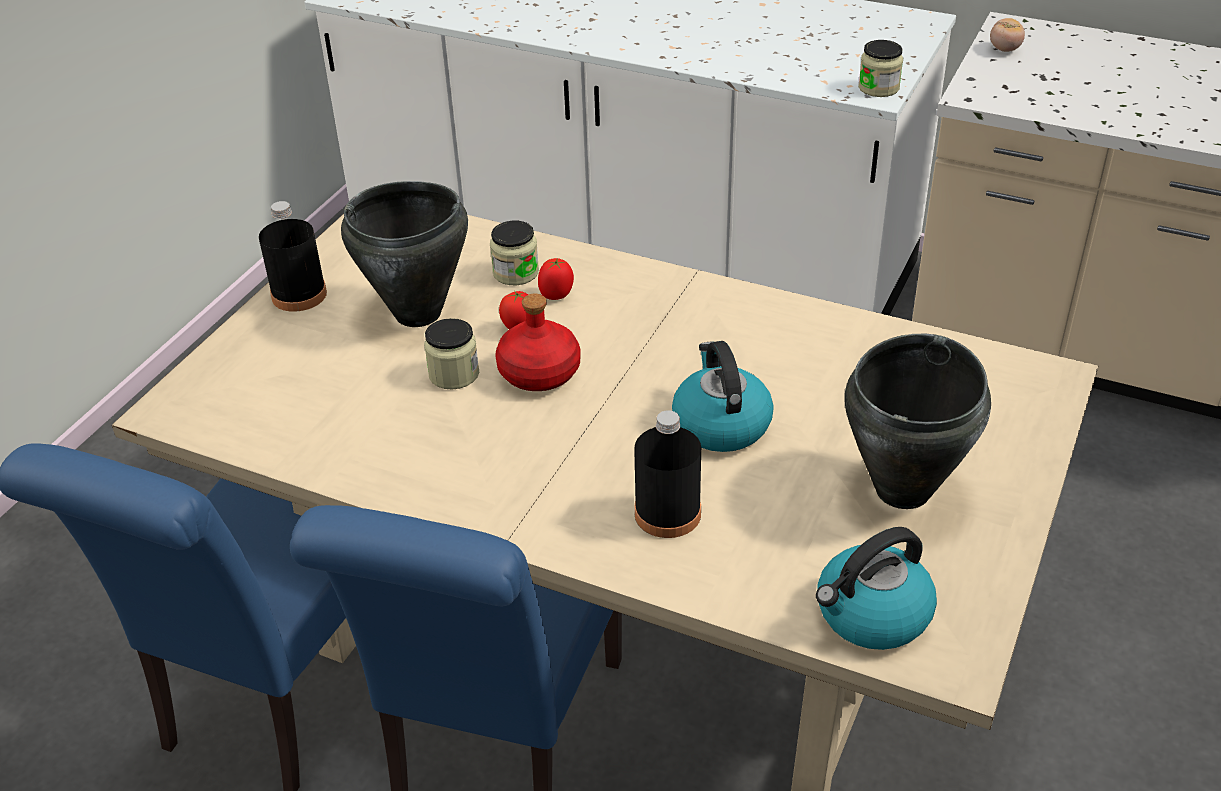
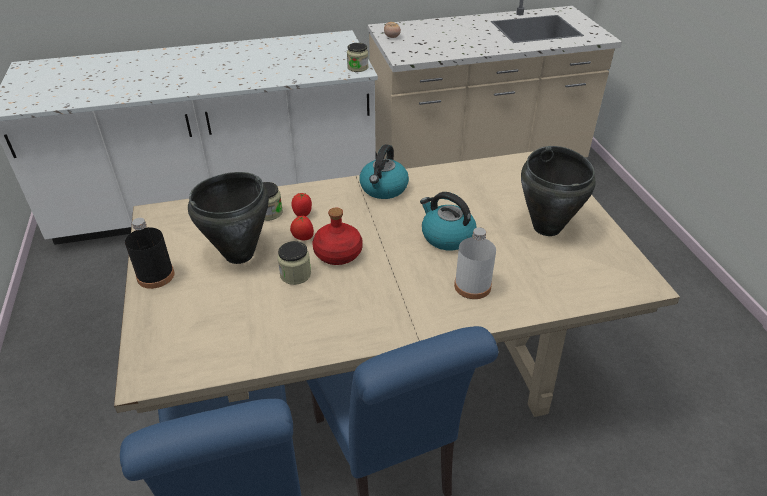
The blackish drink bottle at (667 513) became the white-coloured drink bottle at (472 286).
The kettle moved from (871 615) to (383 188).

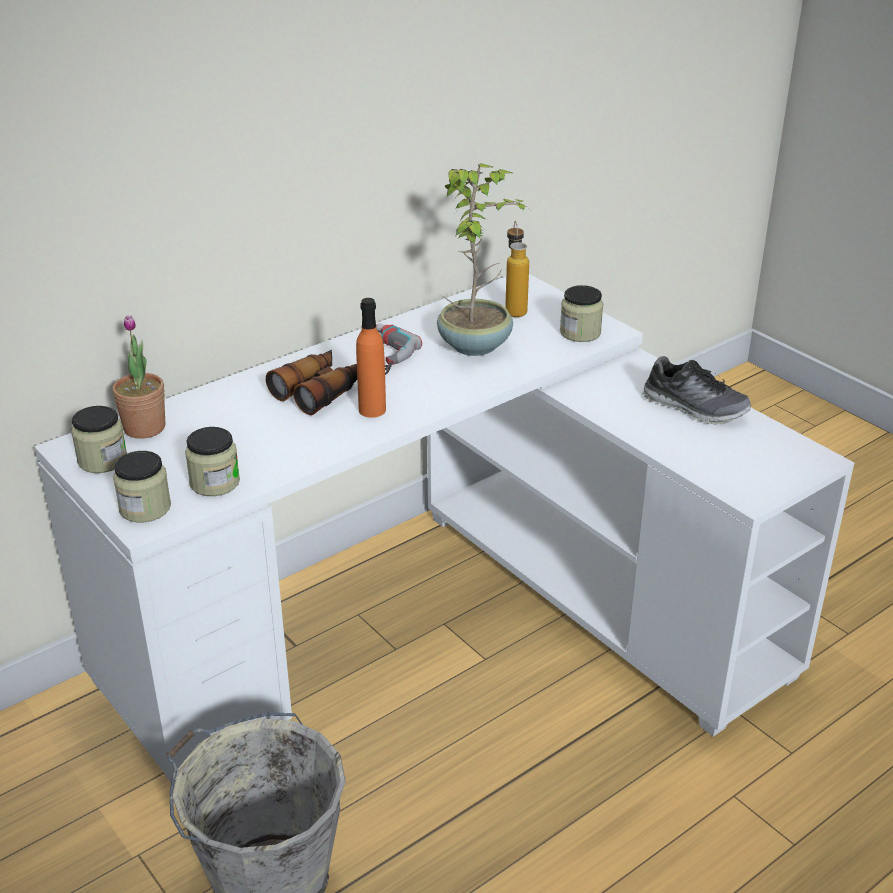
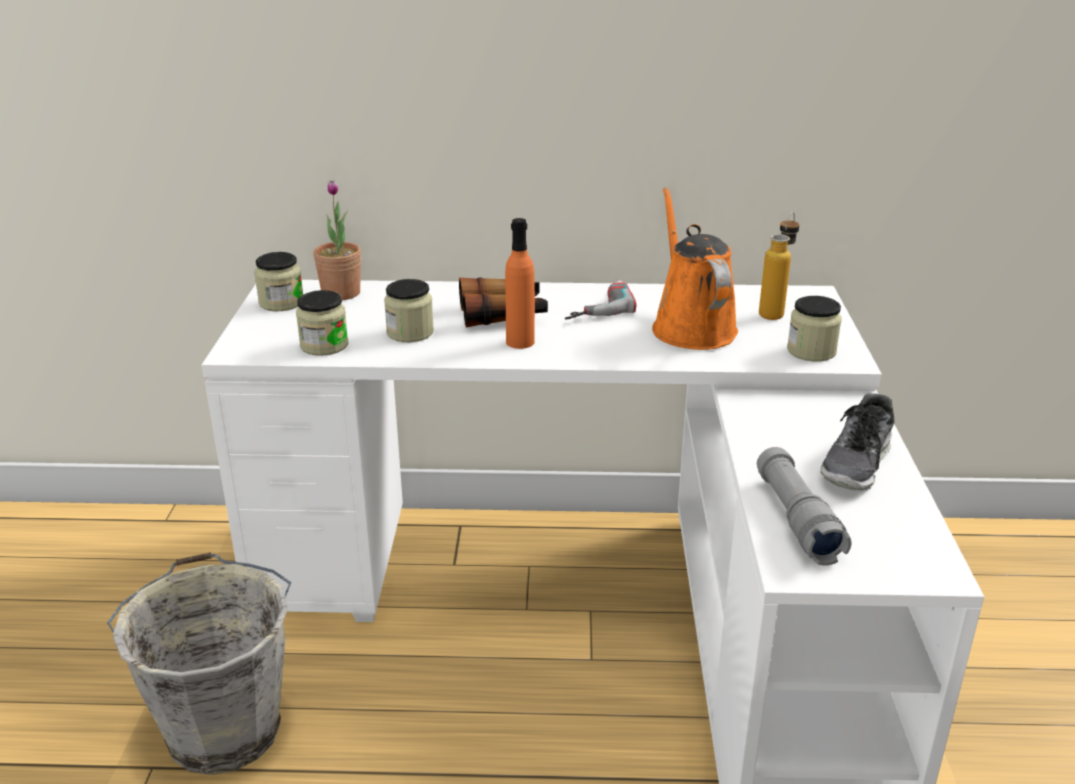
The potted plant at (476 345) was replaced by the orangey sprinkling can at (691 327).
The shoe at (694 407) turned 45 degrees clockwise.
The jar moved from (145 508) to (410 333).
The grey flashlight at (796 519) appeared.

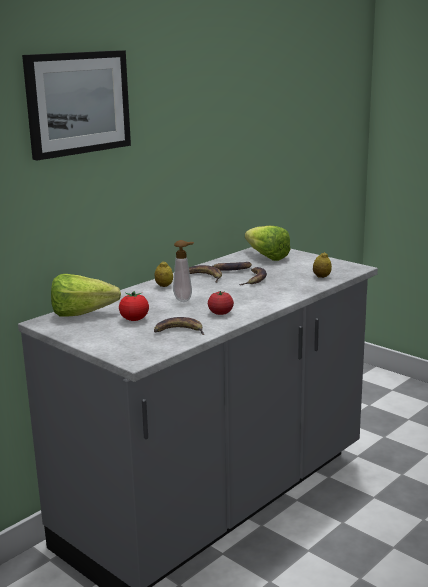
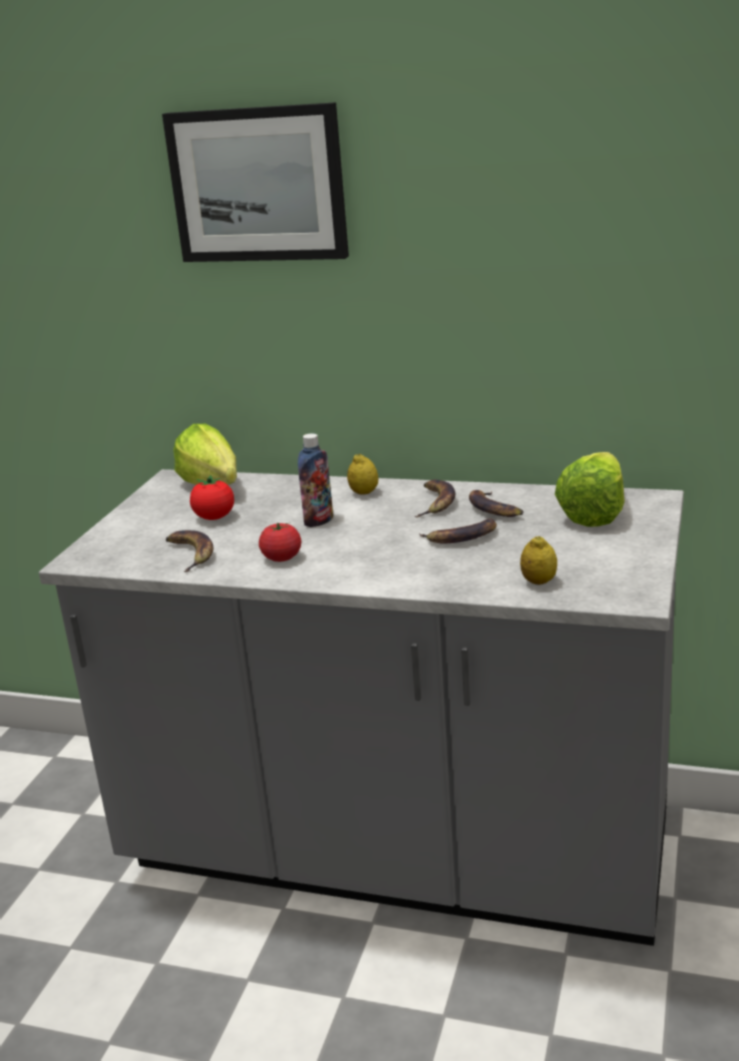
The liquid soap bottle at (184 299) was replaced by the drink bottle at (319 521).

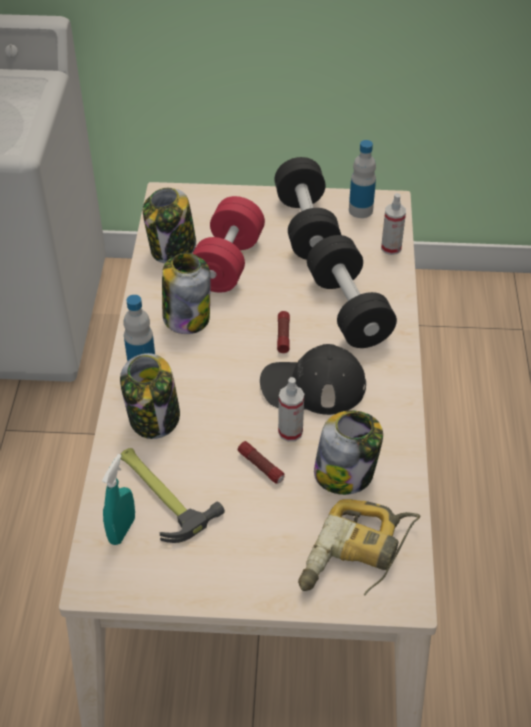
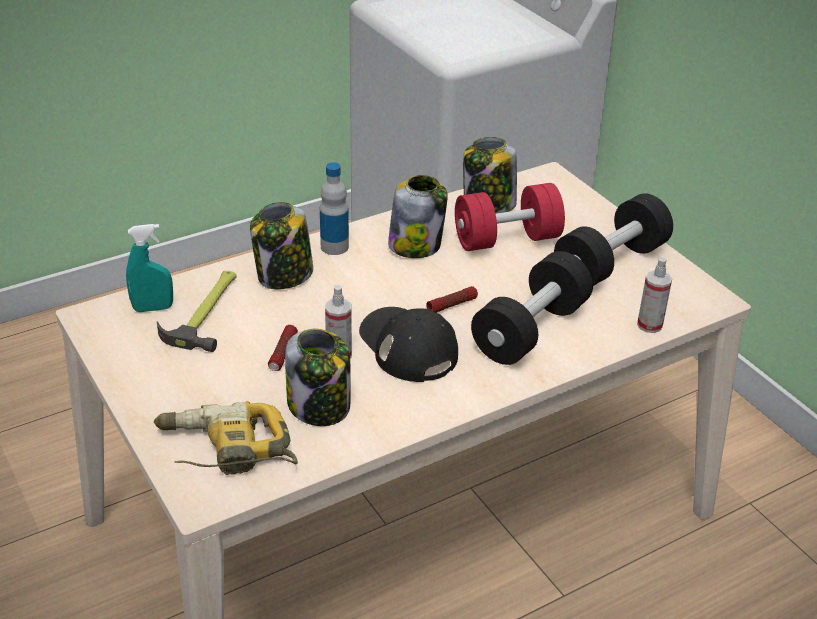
The drink bottle at (360 210) disappeared.

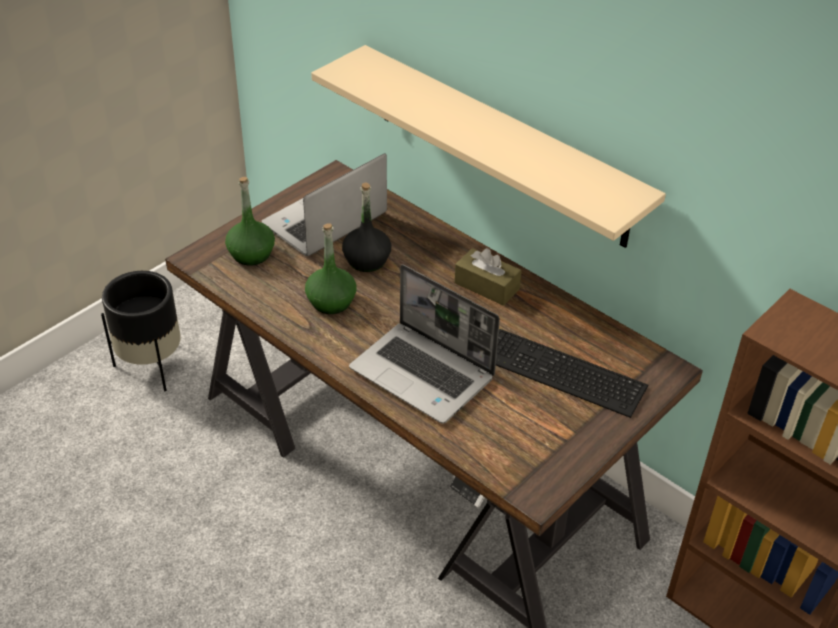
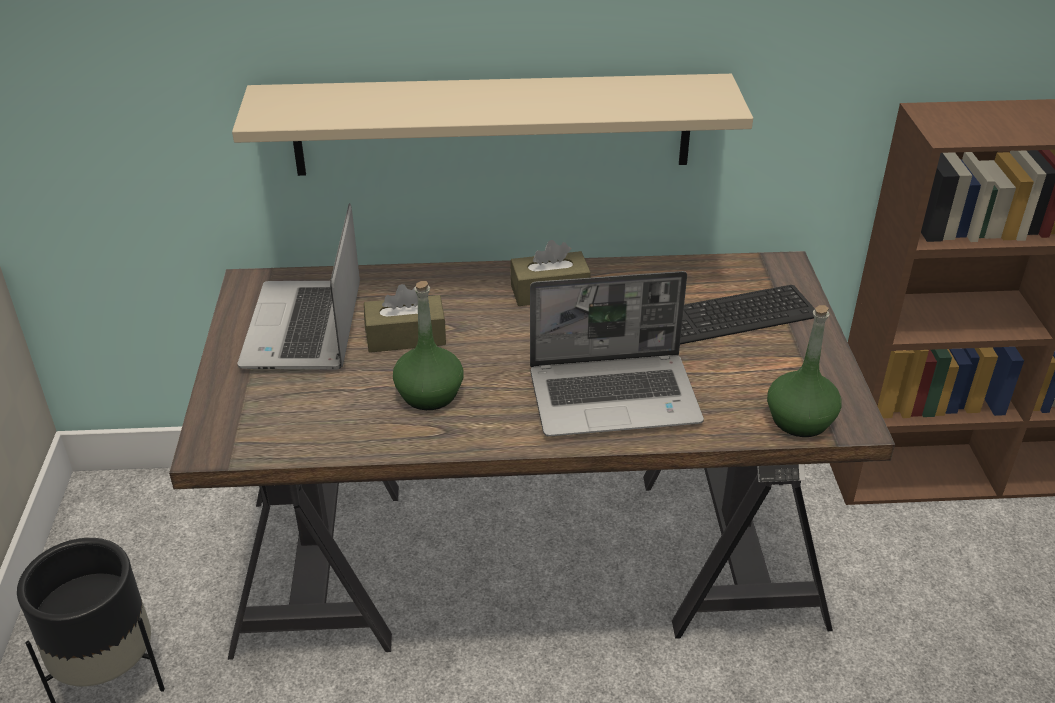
The green-coloured drink bottle moved from (251 254) to (800 420).
The blackish drink bottle at (367 260) was replaced by the brown-coloured tissue box at (406 337).

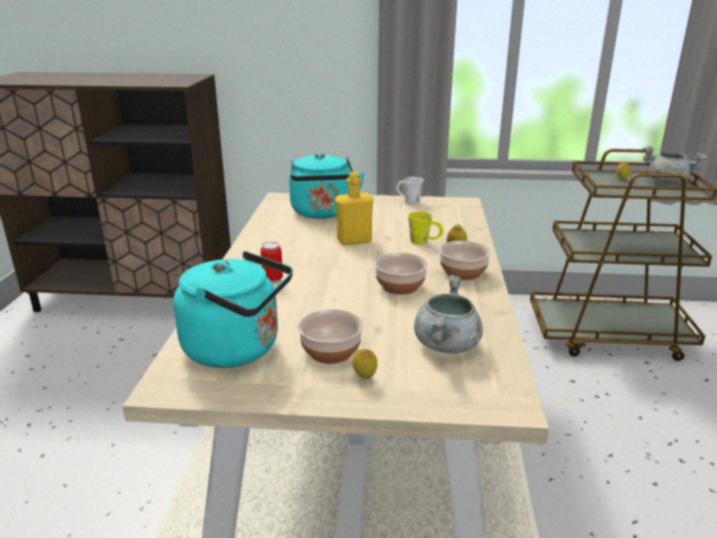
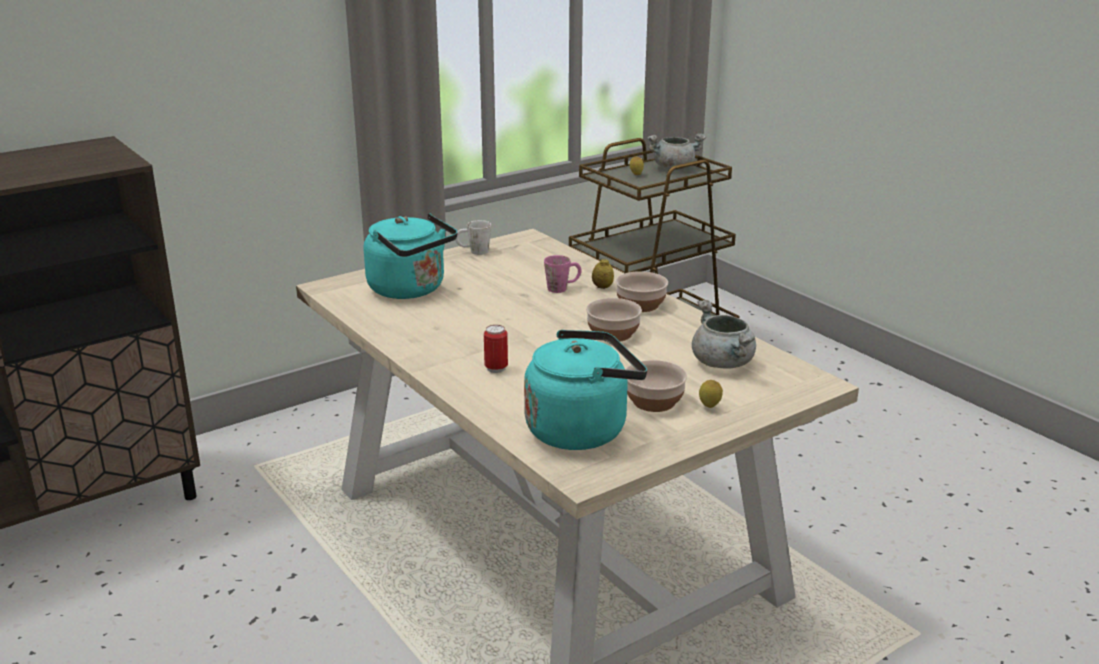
The yellow-coloured drink bottle at (354 241) disappeared.
The yellow-coloured tea mug at (424 242) became the pink-coloured tea mug at (563 288).

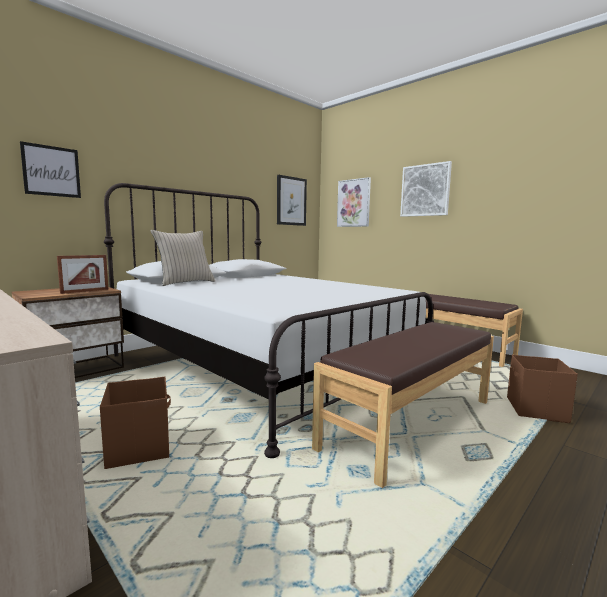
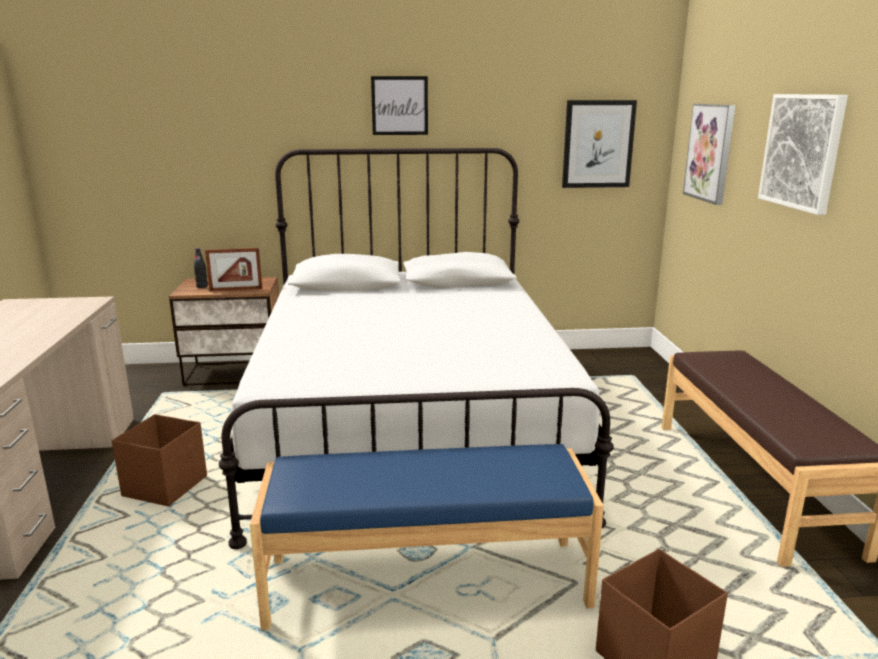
The wall art moved from (51 171) to (399 105).
The sand-coloured throw pillow at (185 283) disappeared.
The brown-coloured bench at (409 423) became the bluish bench at (426 581).
The blackish drink bottle at (202 286) appeared.

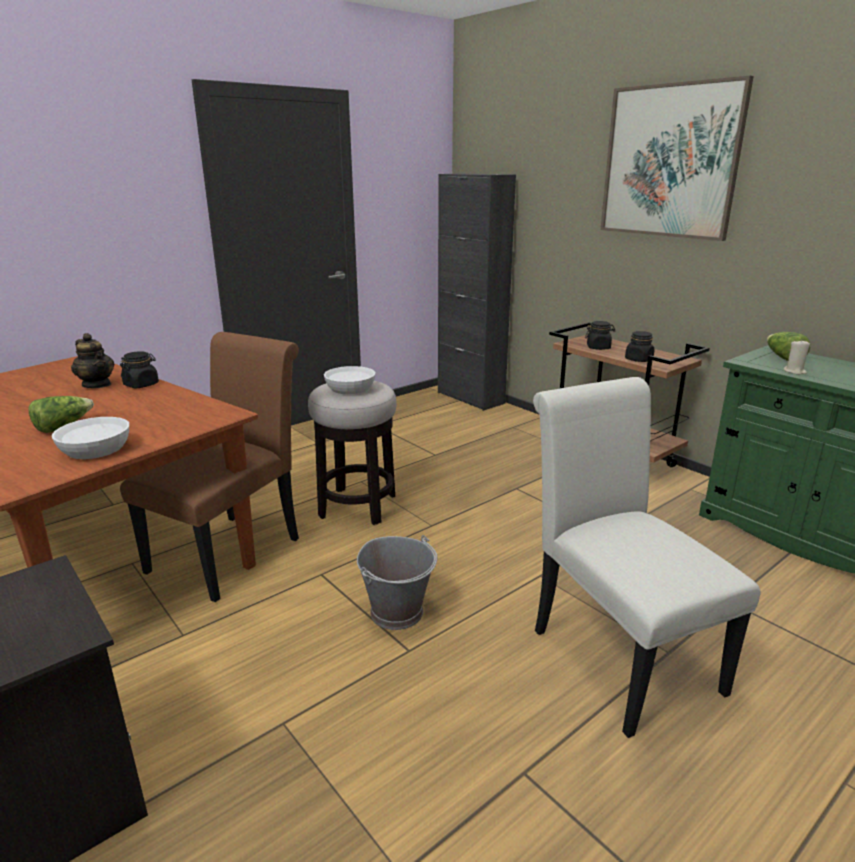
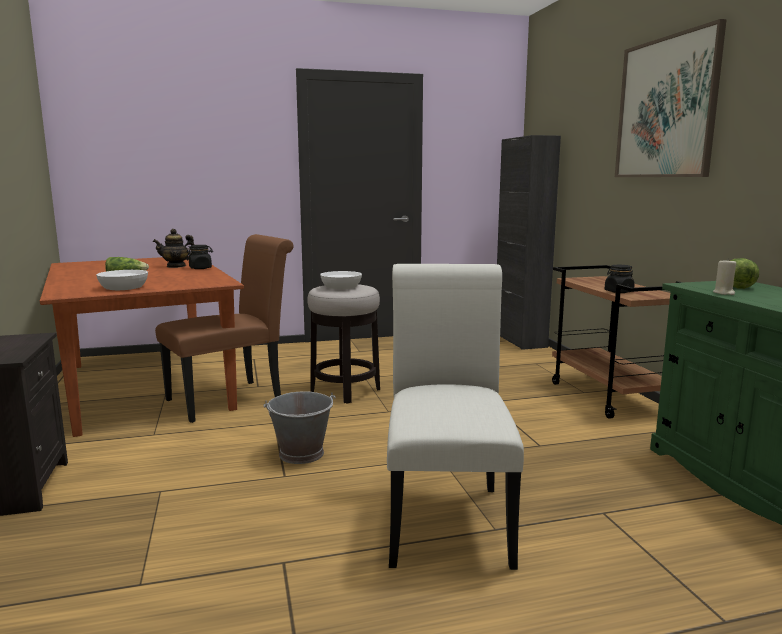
The blackish jar at (598 347) disappeared.
The teapot at (97 385) turned 90 degrees clockwise.

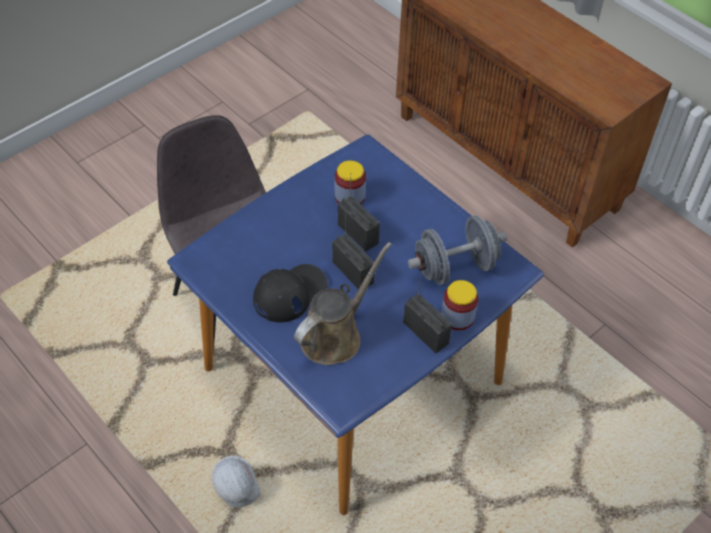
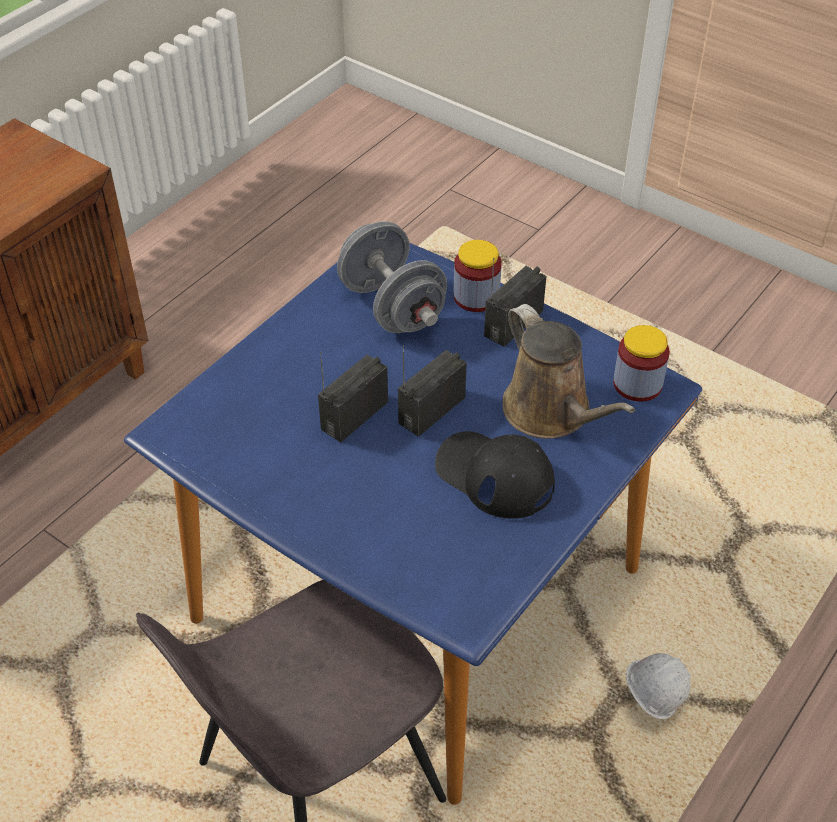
The jar moved from (350 196) to (637 384).
The brown-coloured sprinkling can at (335 335) turned 150 degrees counterclockwise.

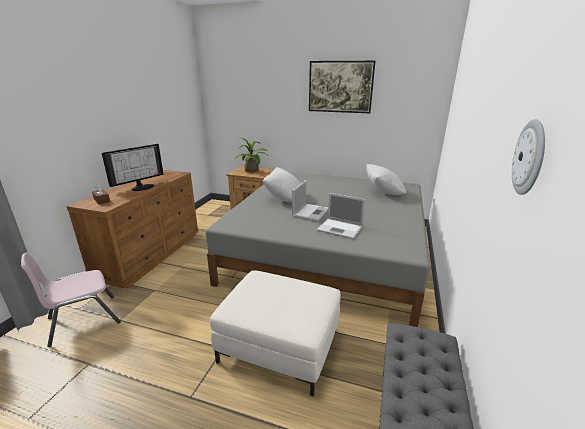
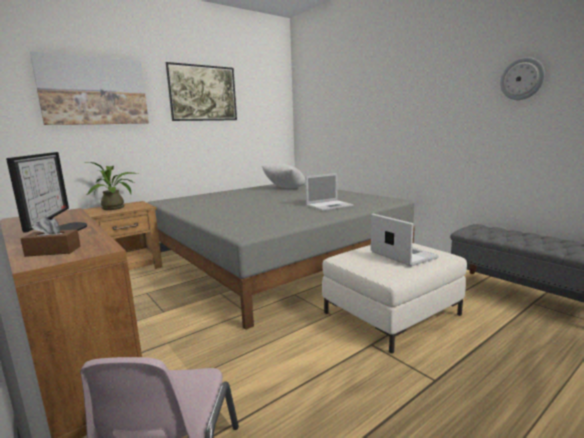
The white-coloured throw pillow at (284 198) disappeared.
The notebook computer moved from (311 212) to (402 255).
The wall art at (94 91) appeared.

